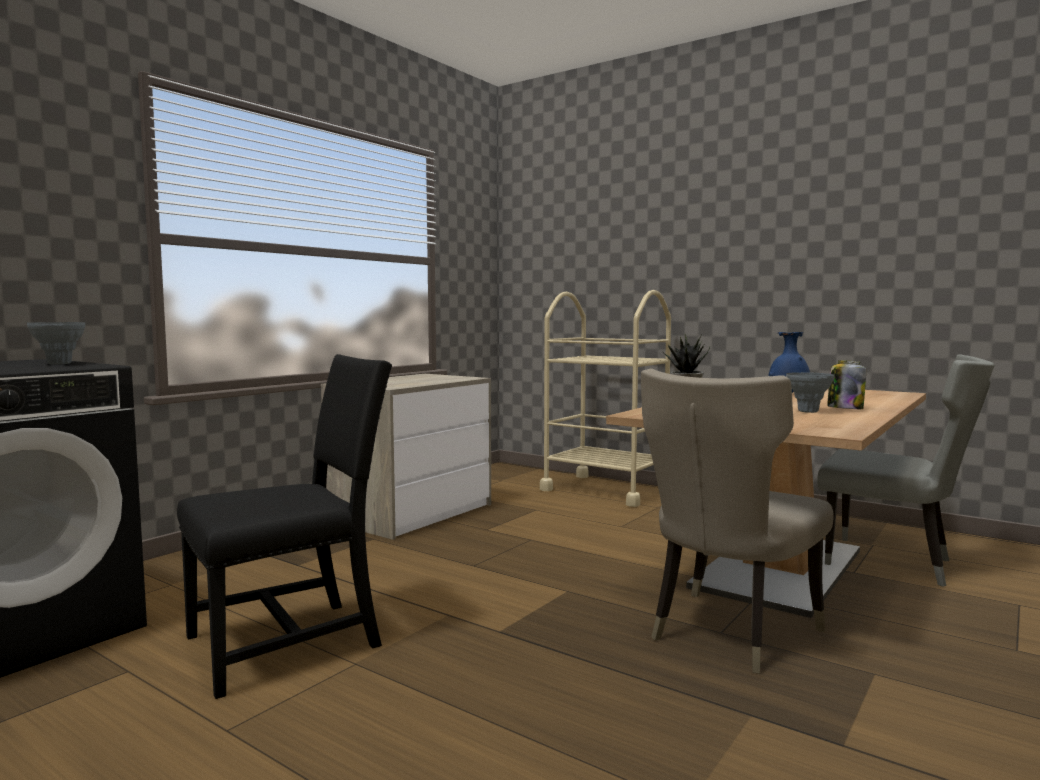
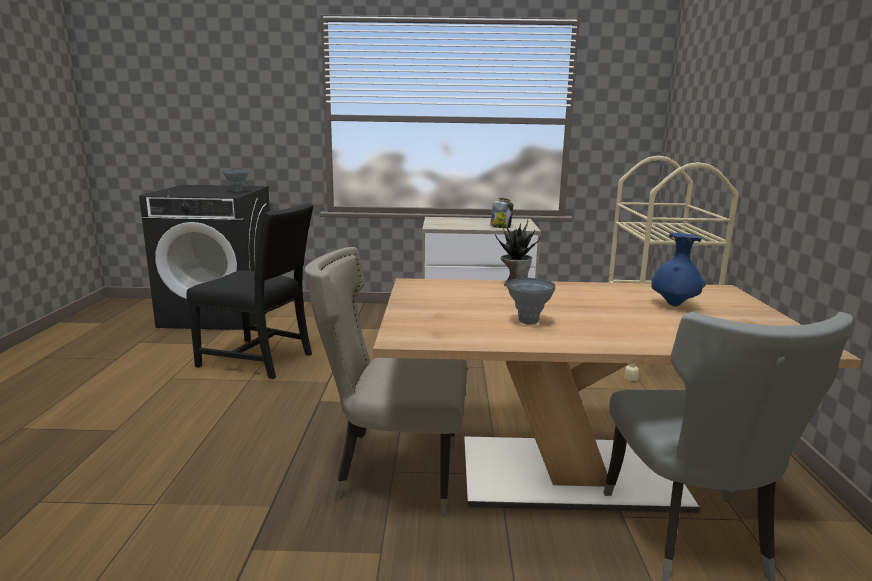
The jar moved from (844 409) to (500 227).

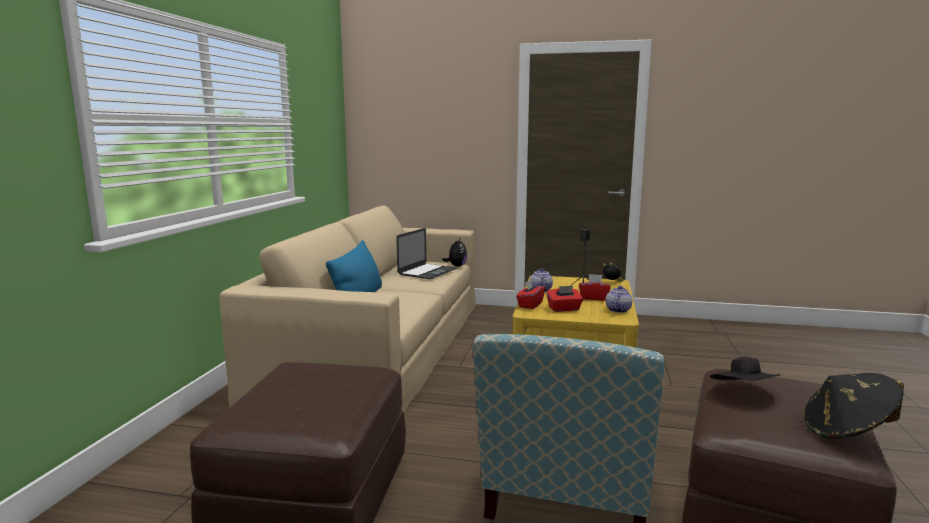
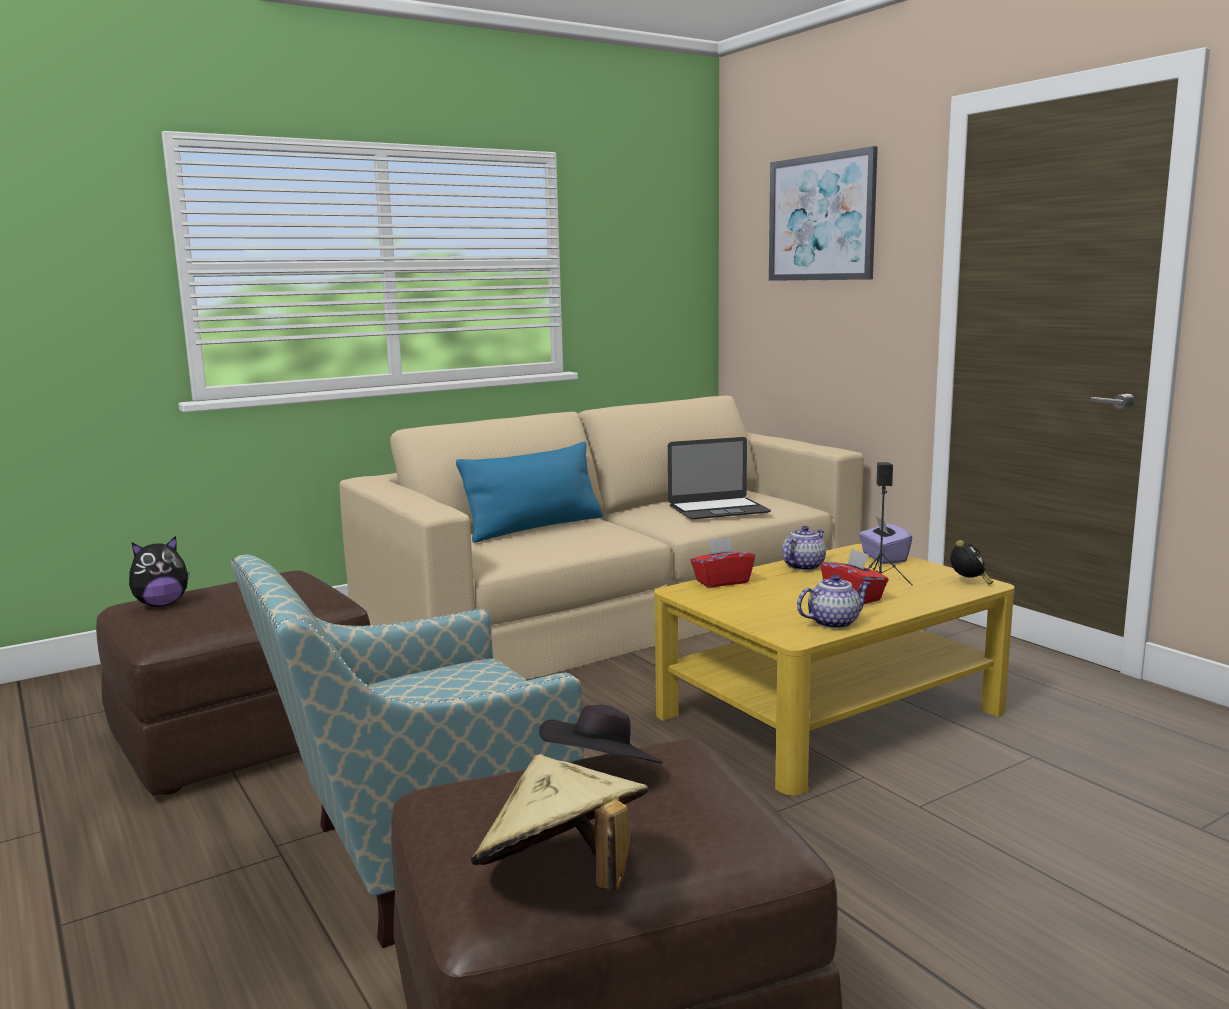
The plush toy moved from (456 266) to (161 604).
The red-coloured tissue box at (564 309) disappeared.
The blackish hat at (846 431) became the sand-coloured hat at (563 878).
The wall art at (821 218) appeared.
The purple-coloured tissue box at (883 558) appeared.

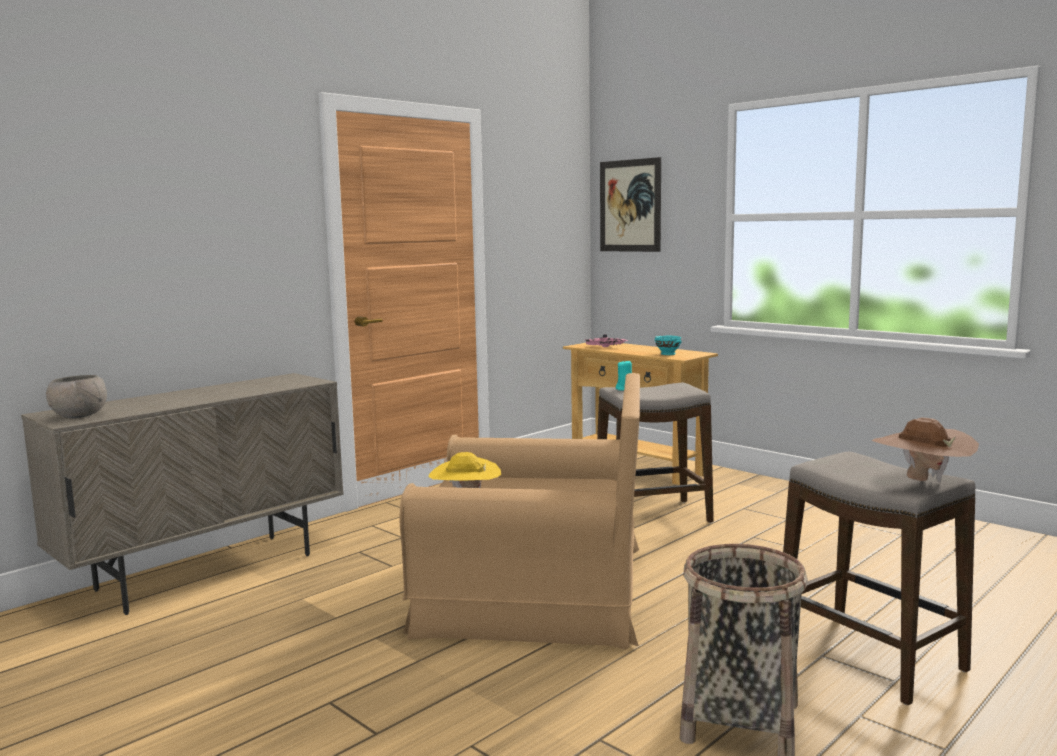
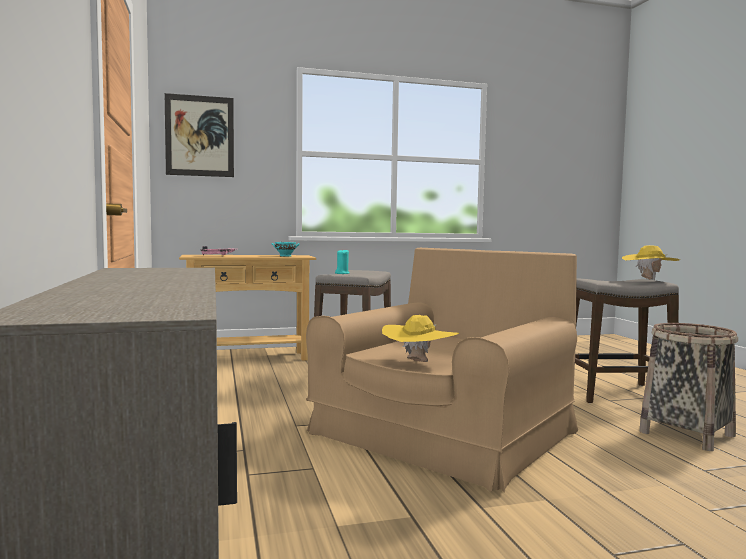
The grey bowl at (80 415) disappeared.
The brown-coloured hat at (921 481) became the yellow-coloured hat at (648 280).

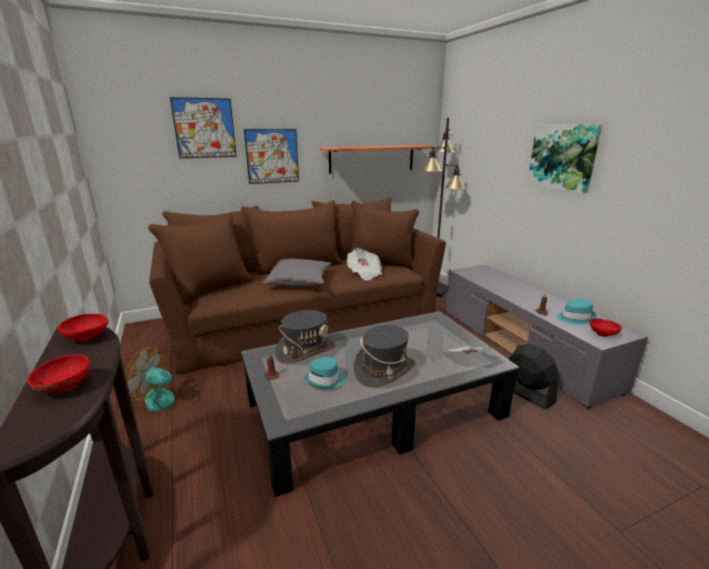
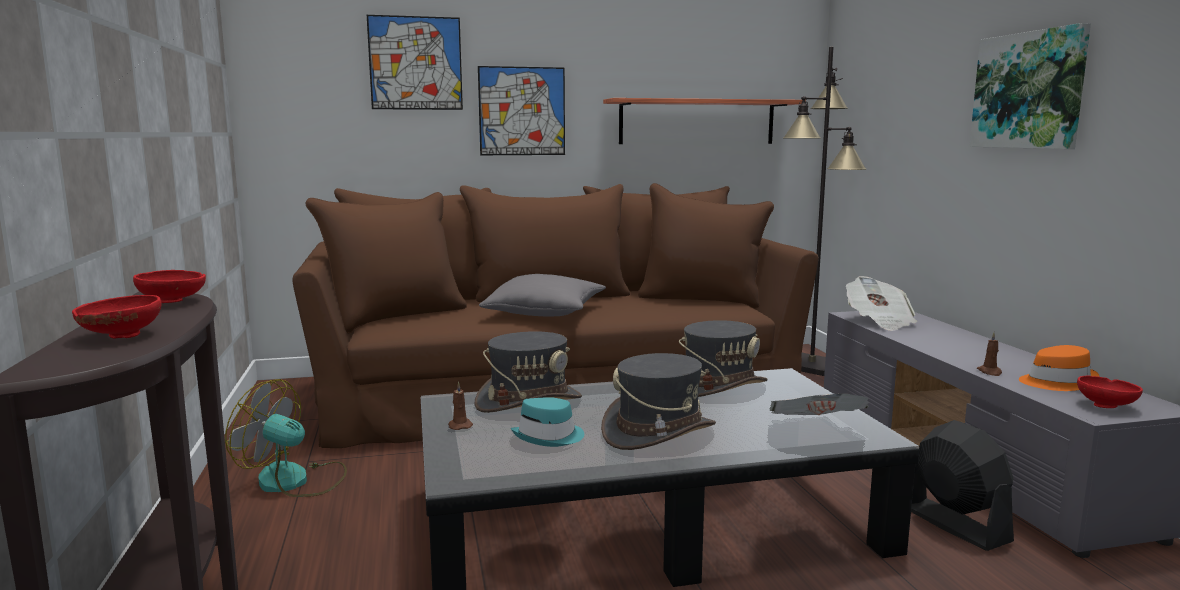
The daily paper moved from (364 273) to (879 322).
The turquoise hat at (575 318) became the orangey hat at (1057 382).
The grey hat at (717 386) appeared.

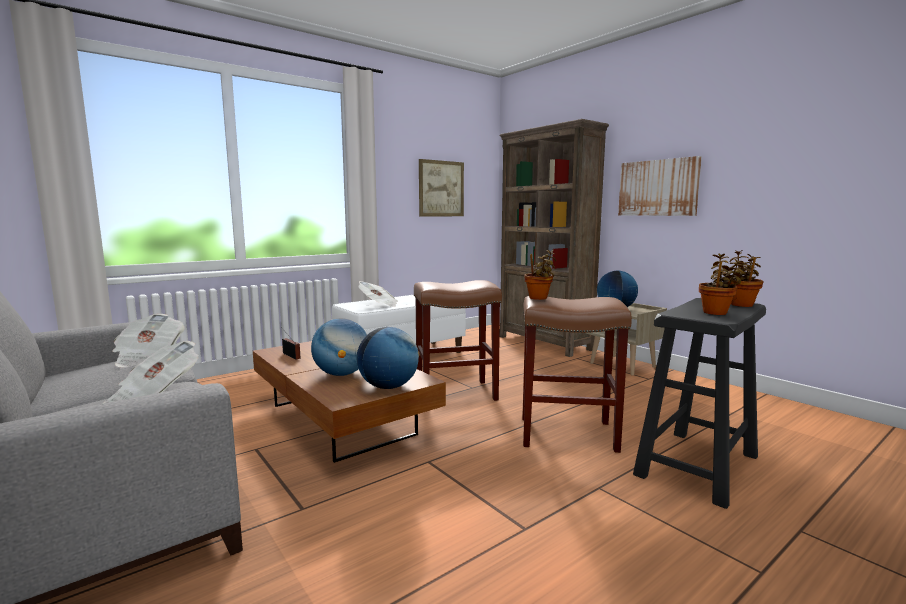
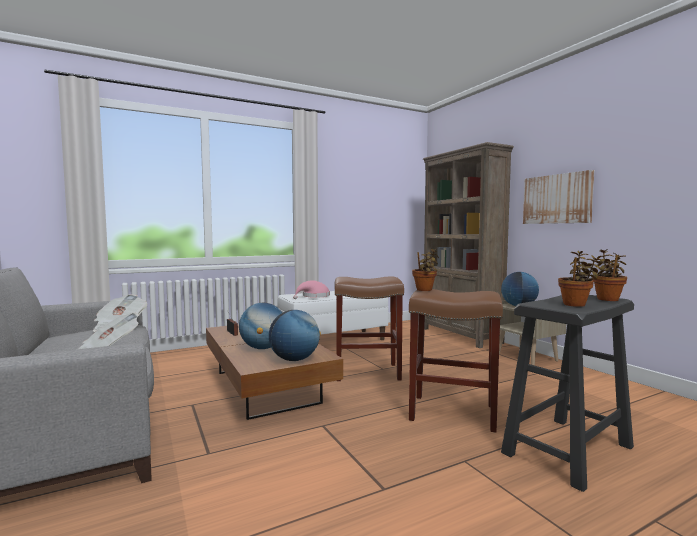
The wall art at (441 188) disappeared.
The daily paper at (379 305) was replaced by the pink-coloured hat at (314 296).

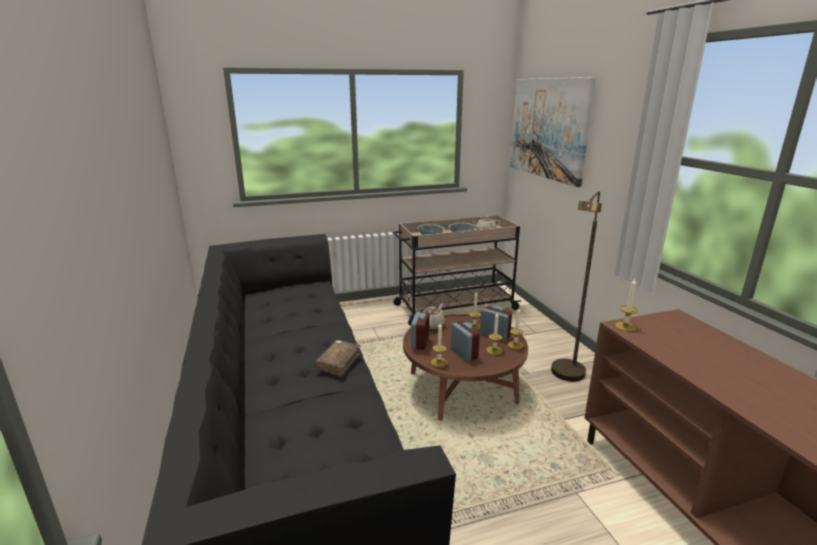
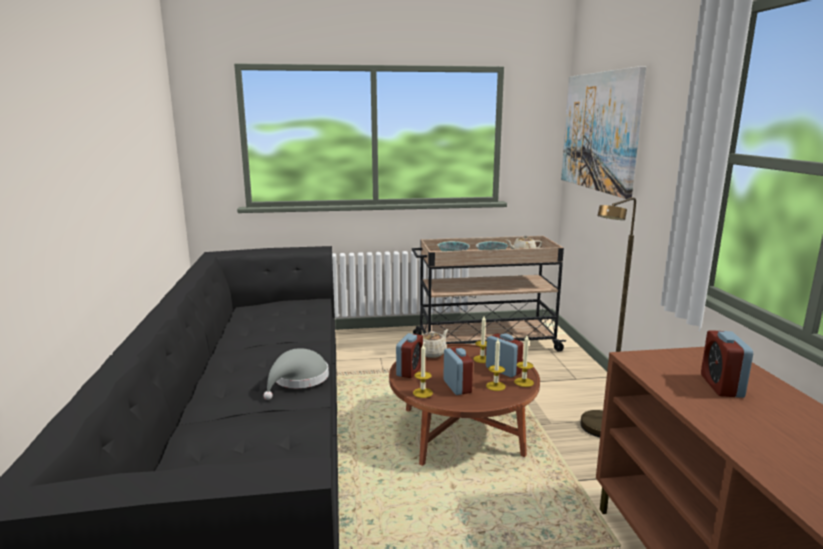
The candle at (625 326) disappeared.
The brown-coloured bound book at (338 363) was replaced by the grey hat at (298 380).
The bedside clock at (721 386) appeared.

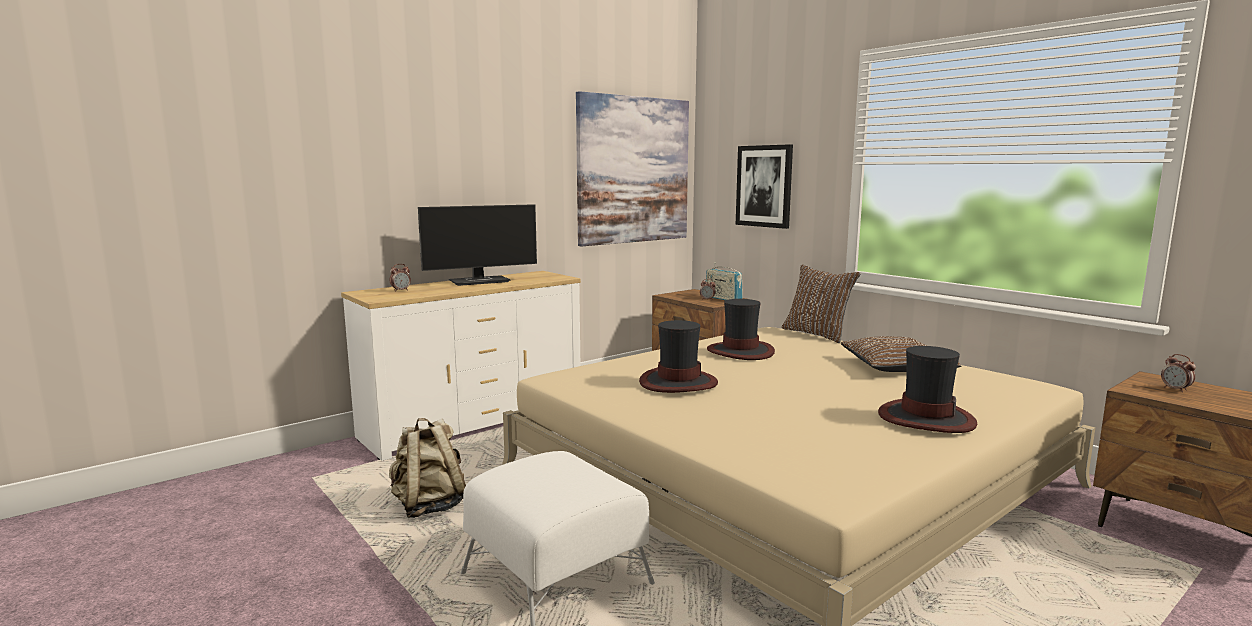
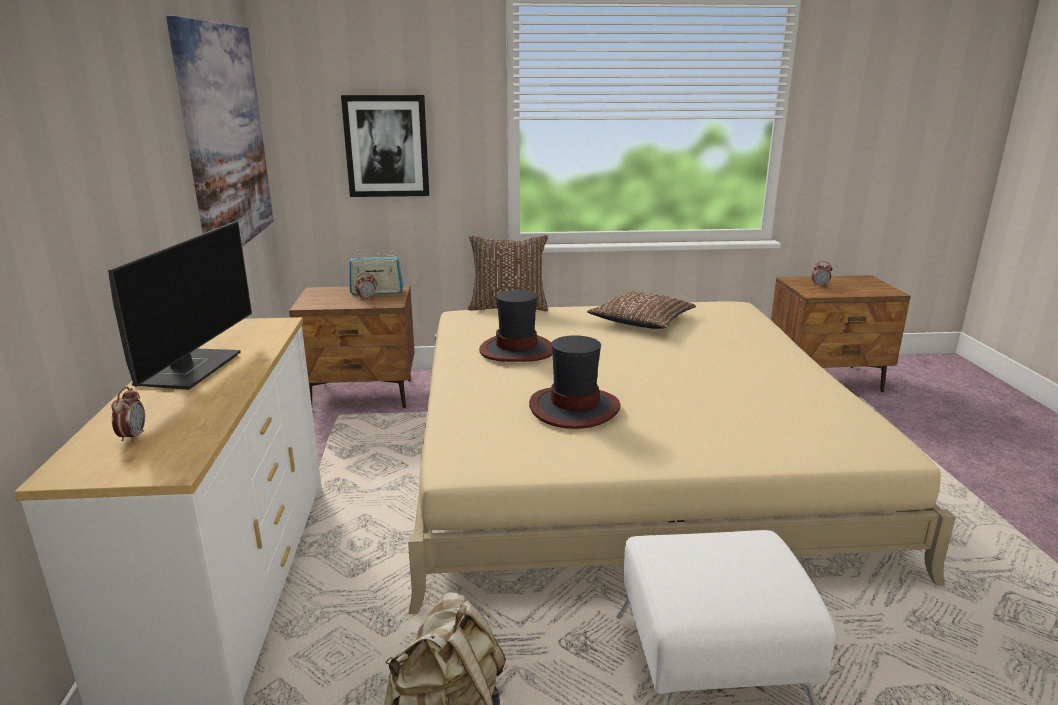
The hat at (925 418) disappeared.

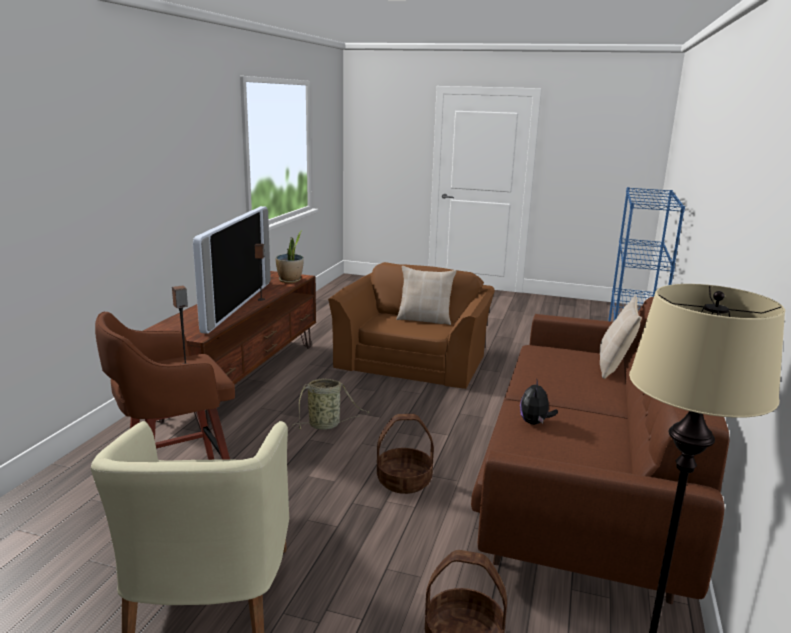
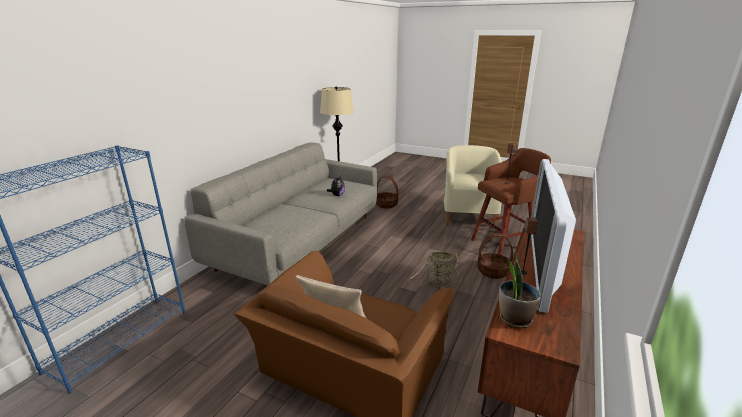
The sand-coloured throw pillow at (614 367) disappeared.
The brown-coloured couch at (583 479) became the grey couch at (301 241).
The storage basket moved from (404 481) to (493 271).

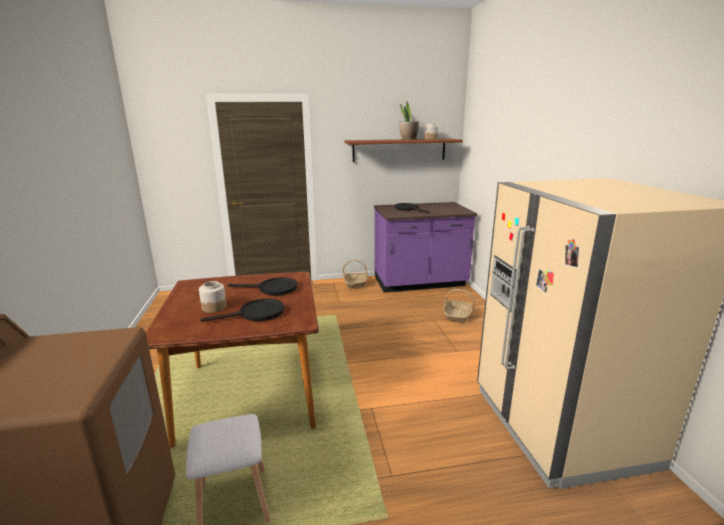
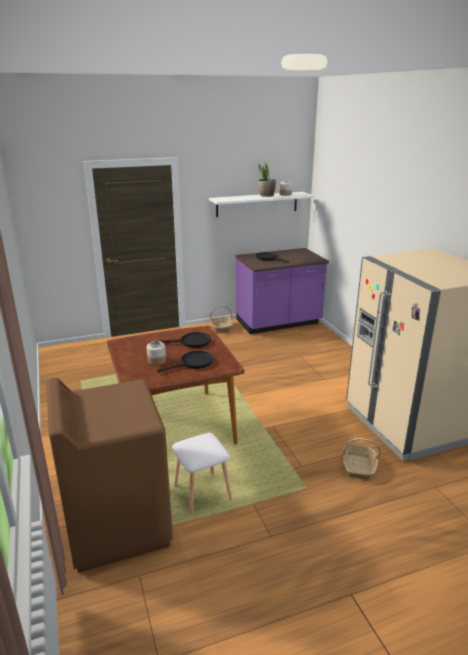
The brown-coloured shelf at (399 150) became the white-coloured shelf at (257 204).
The storage basket moved from (457 316) to (358 467).

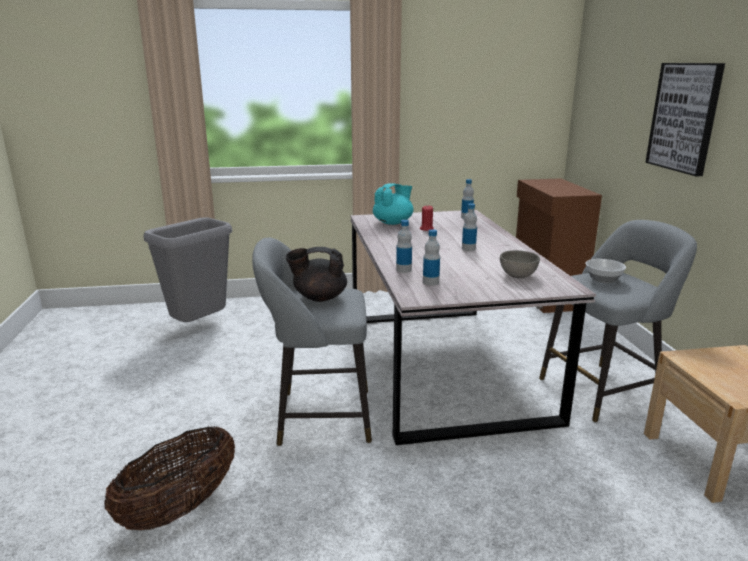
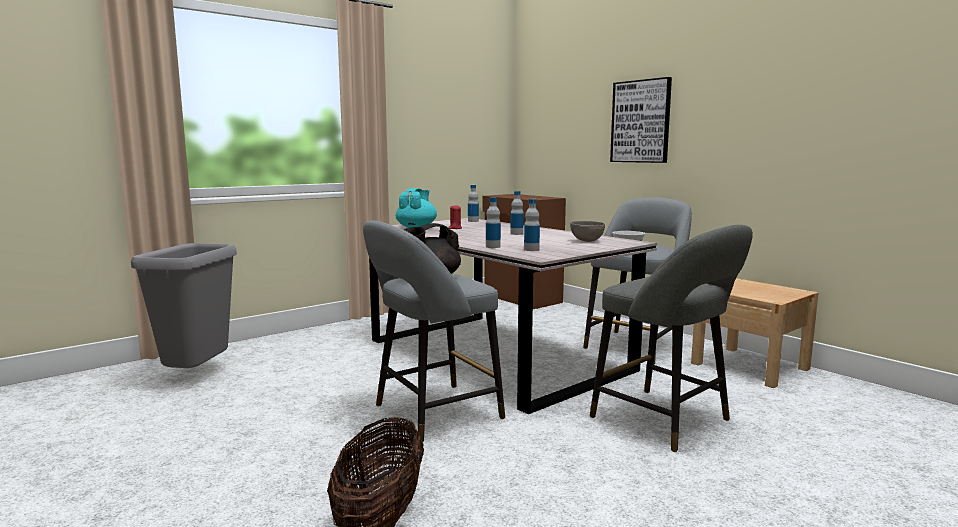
The grey sitting stool at (666 421) appeared.

